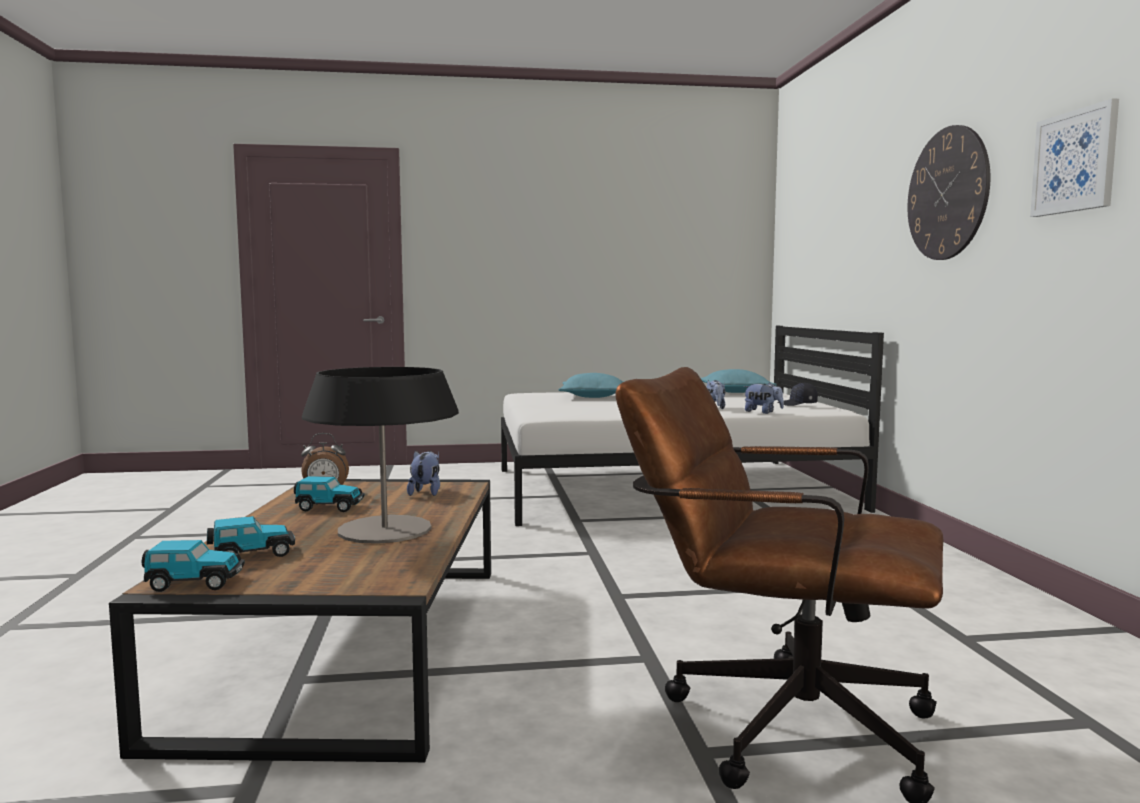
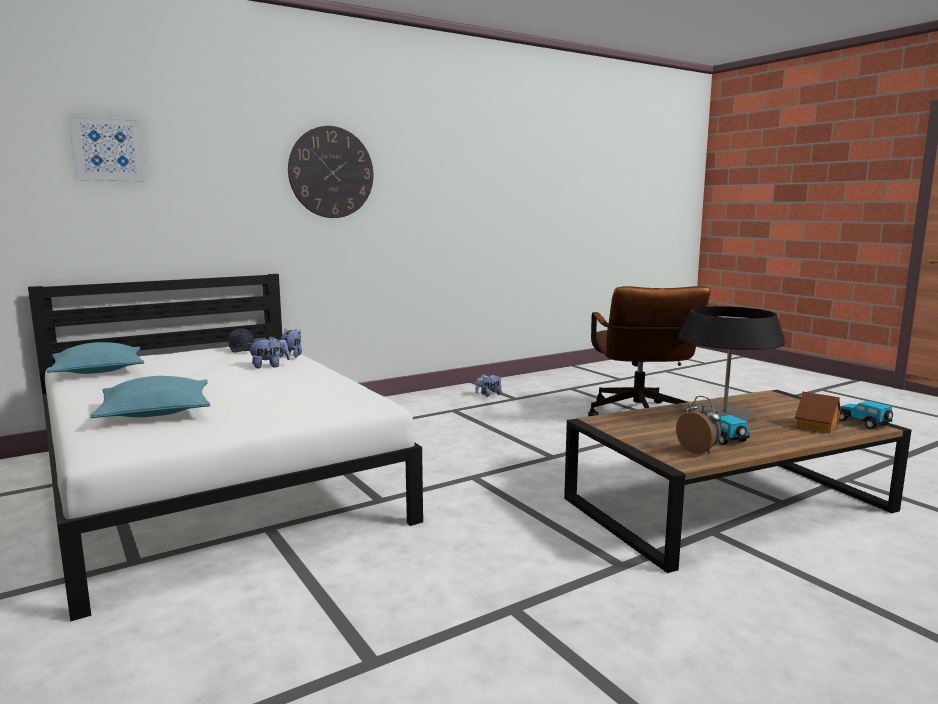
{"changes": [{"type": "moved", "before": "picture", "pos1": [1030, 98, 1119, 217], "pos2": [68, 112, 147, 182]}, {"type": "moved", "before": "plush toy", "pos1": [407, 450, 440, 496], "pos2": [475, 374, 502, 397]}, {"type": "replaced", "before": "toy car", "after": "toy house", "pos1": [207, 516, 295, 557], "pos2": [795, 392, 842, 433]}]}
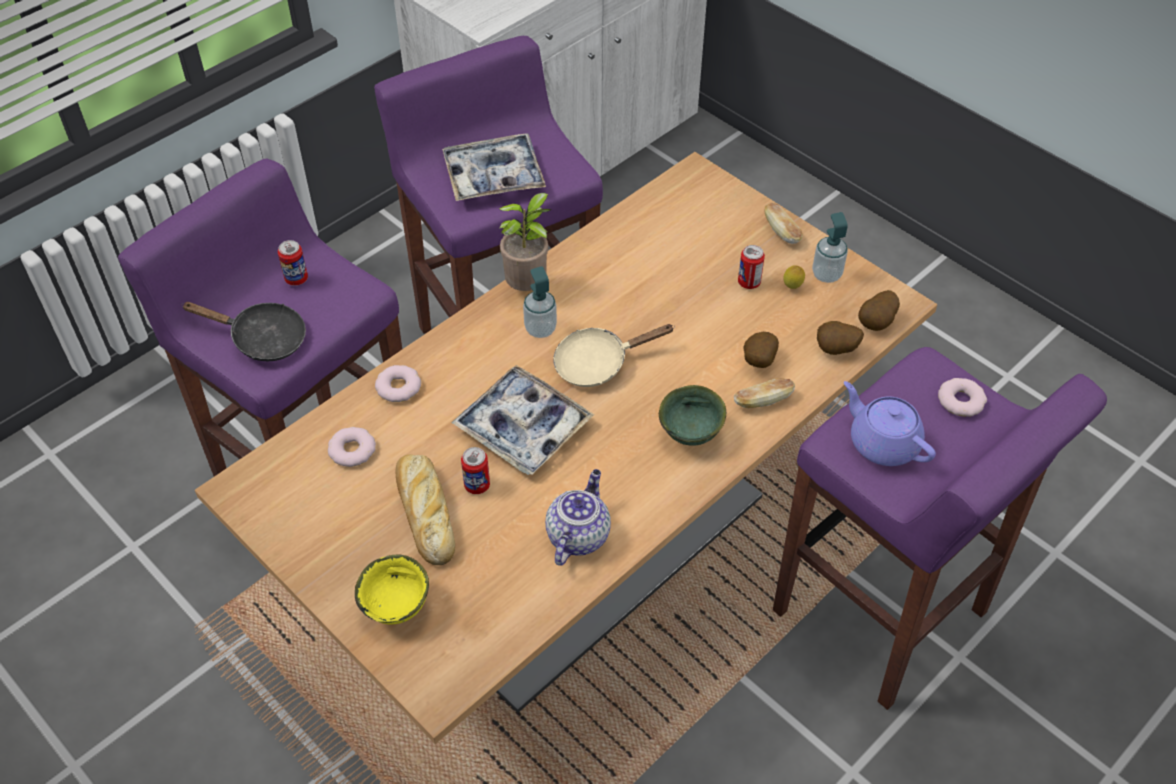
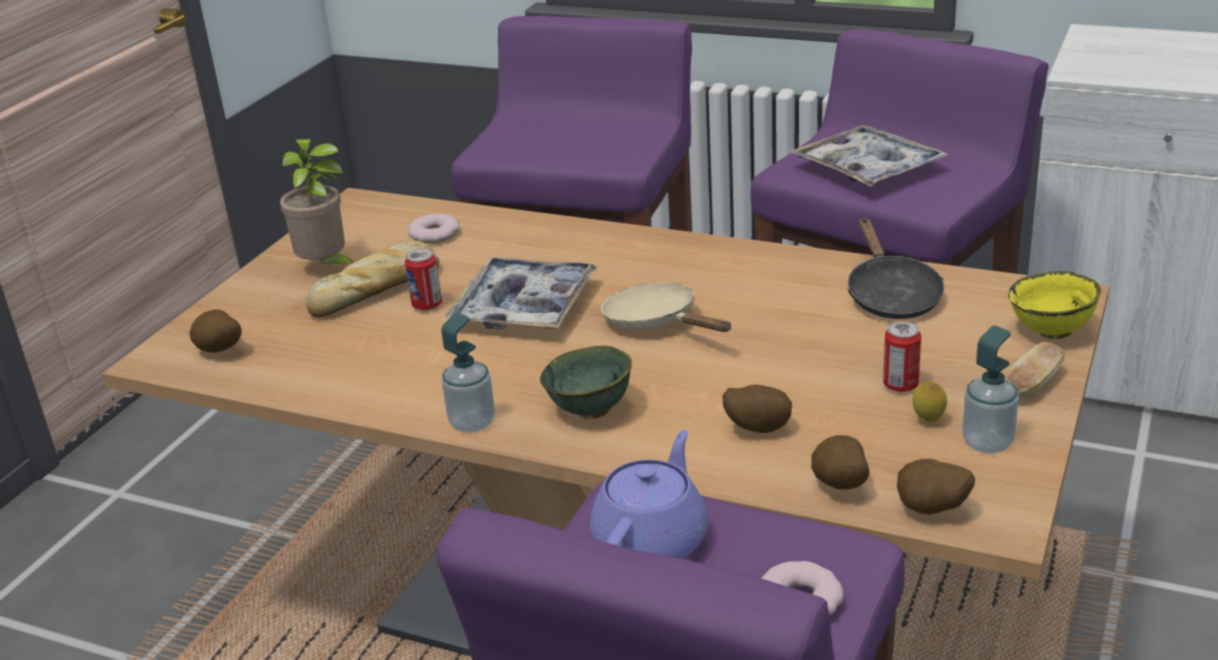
{"changes": [{"type": "added", "after": "potato", "pos2": [189, 309, 242, 353]}, {"type": "moved", "before": "potted plant", "pos1": [499, 193, 551, 291], "pos2": [280, 139, 353, 264]}, {"type": "moved", "before": "soap dispenser", "pos1": [523, 266, 557, 338], "pos2": [441, 312, 495, 433]}, {"type": "moved", "before": "frying pan in black", "pos1": [181, 302, 306, 361], "pos2": [848, 218, 944, 319]}, {"type": "moved", "before": "bowl in yellow", "pos1": [355, 554, 429, 624], "pos2": [1008, 271, 1101, 339]}, {"type": "removed", "before": "can", "pos1": [278, 240, 308, 286]}, {"type": "removed", "before": "donut", "pos1": [375, 365, 421, 402]}, {"type": "removed", "before": "teapot", "pos1": [545, 469, 611, 566]}, {"type": "removed", "before": "bread", "pos1": [734, 378, 795, 408]}]}
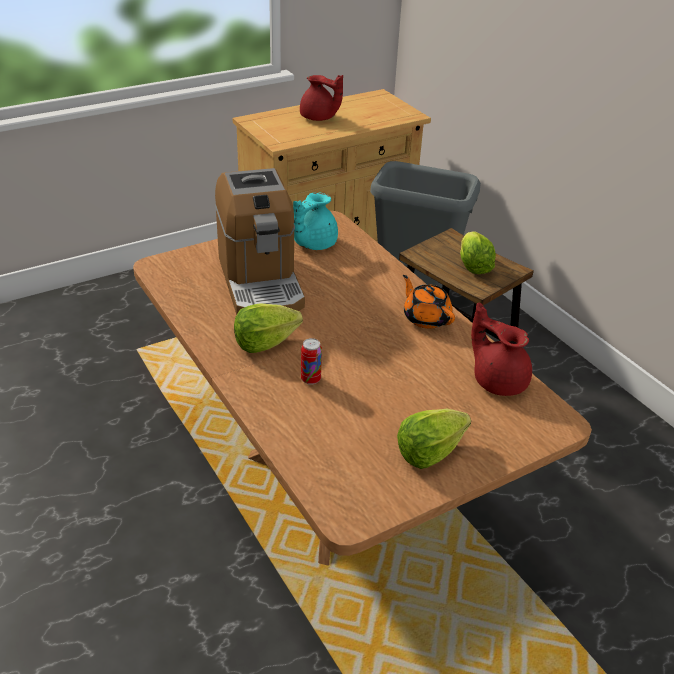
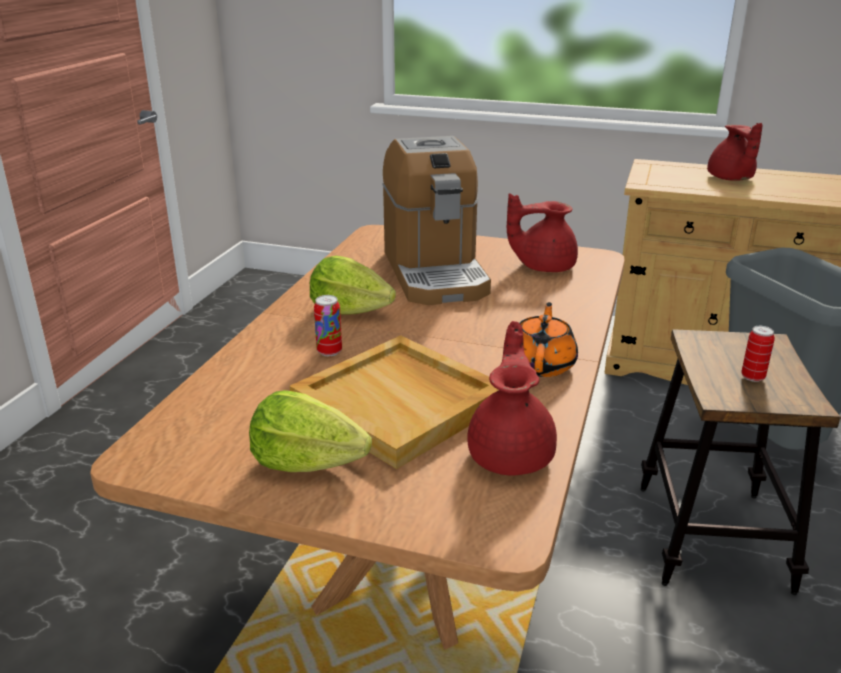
{"changes": [{"type": "added", "after": "tray in beige", "pos2": [290, 335, 498, 469]}, {"type": "turned", "before": "coffee machine", "pos1": [215, 168, 305, 315], "pos2": [382, 136, 491, 305], "turn": -45}, {"type": "recoloured", "before": "teapot in turquoise", "after": "teapot in red", "pos1": [293, 193, 338, 250], "pos2": [507, 193, 578, 272]}, {"type": "replaced", "before": "lettuce", "after": "can", "pos1": [460, 231, 496, 274], "pos2": [741, 326, 775, 382]}]}
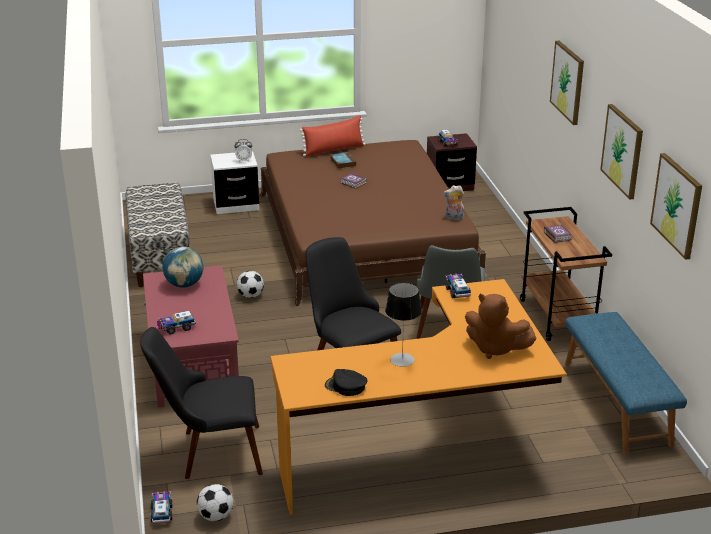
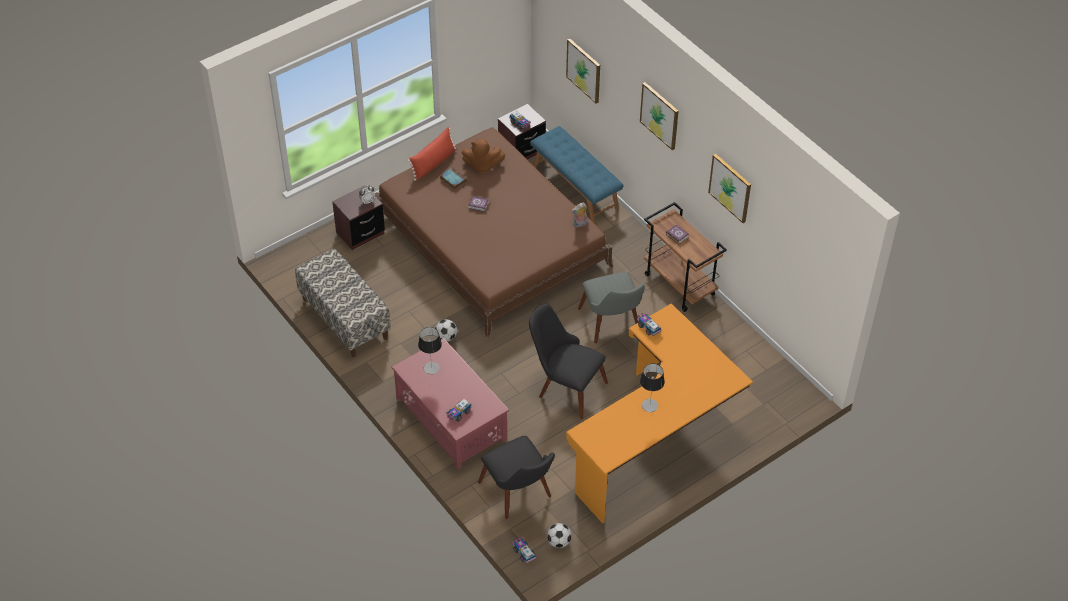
{"changes": [{"type": "recoloured", "before": "nightstand in white", "after": "nightstand in brown", "pos1": [210, 151, 259, 214], "pos2": [332, 185, 385, 250]}, {"type": "replaced", "before": "globe", "after": "table lamp", "pos1": [162, 247, 204, 287], "pos2": [418, 327, 442, 374]}, {"type": "moved", "before": "plush toy in brown", "pos1": [465, 294, 537, 359], "pos2": [462, 139, 505, 174]}, {"type": "turned", "before": "chair in black", "pos1": [140, 327, 263, 479], "pos2": [478, 436, 555, 519], "turn": -90}, {"type": "moved", "before": "bench in blue", "pos1": [565, 312, 687, 454], "pos2": [530, 126, 623, 224]}, {"type": "moved", "before": "picture", "pos1": [650, 153, 702, 260], "pos2": [566, 38, 600, 104]}, {"type": "removed", "before": "cap in black", "pos1": [325, 369, 368, 396]}]}
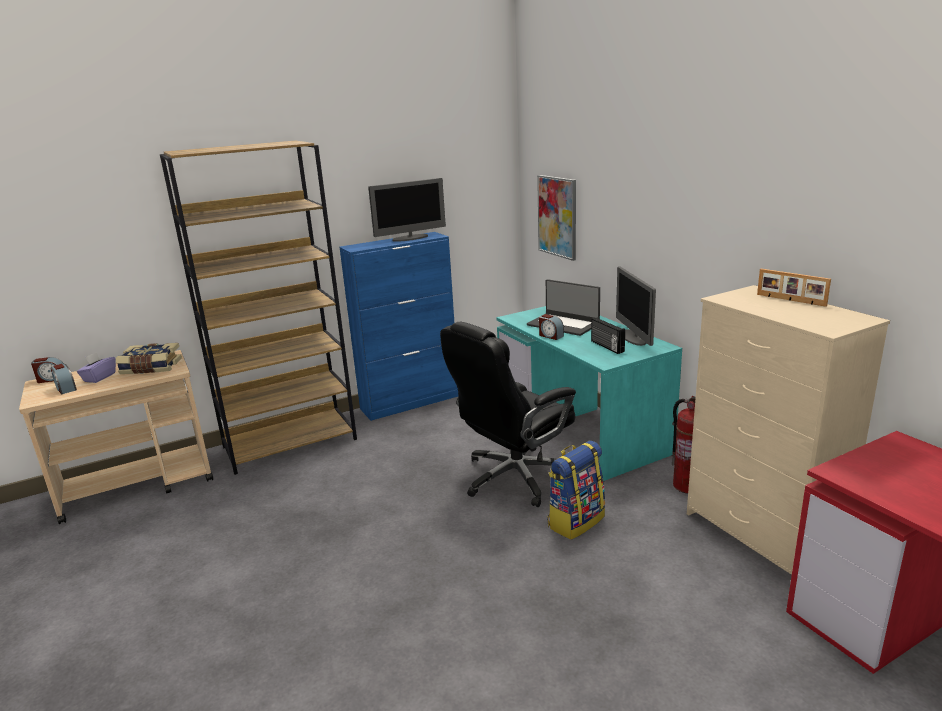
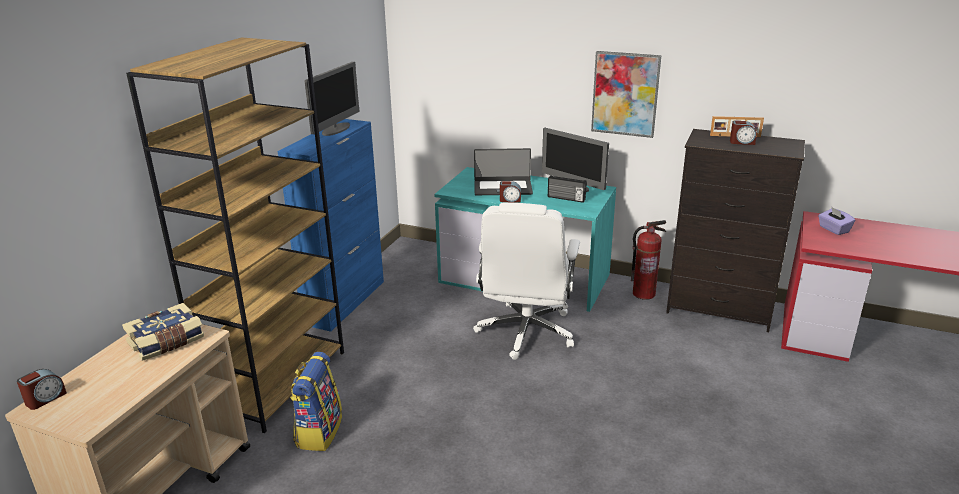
{"changes": [{"type": "moved", "before": "backpack", "pos1": [547, 441, 605, 540], "pos2": [290, 352, 342, 451]}, {"type": "recoloured", "before": "office chair in black", "after": "office chair in white", "pos1": [440, 322, 576, 507], "pos2": [473, 202, 580, 360]}, {"type": "moved", "before": "picture", "pos1": [537, 175, 576, 261], "pos2": [591, 51, 661, 138]}, {"type": "recoloured", "before": "dresser in beige", "after": "dresser in black", "pos1": [687, 285, 890, 575], "pos2": [666, 129, 805, 332]}, {"type": "moved", "before": "alarm clock", "pos1": [50, 364, 77, 395], "pos2": [730, 121, 757, 145]}, {"type": "moved", "before": "tissue box in purple", "pos1": [77, 352, 116, 383], "pos2": [818, 206, 855, 235]}]}
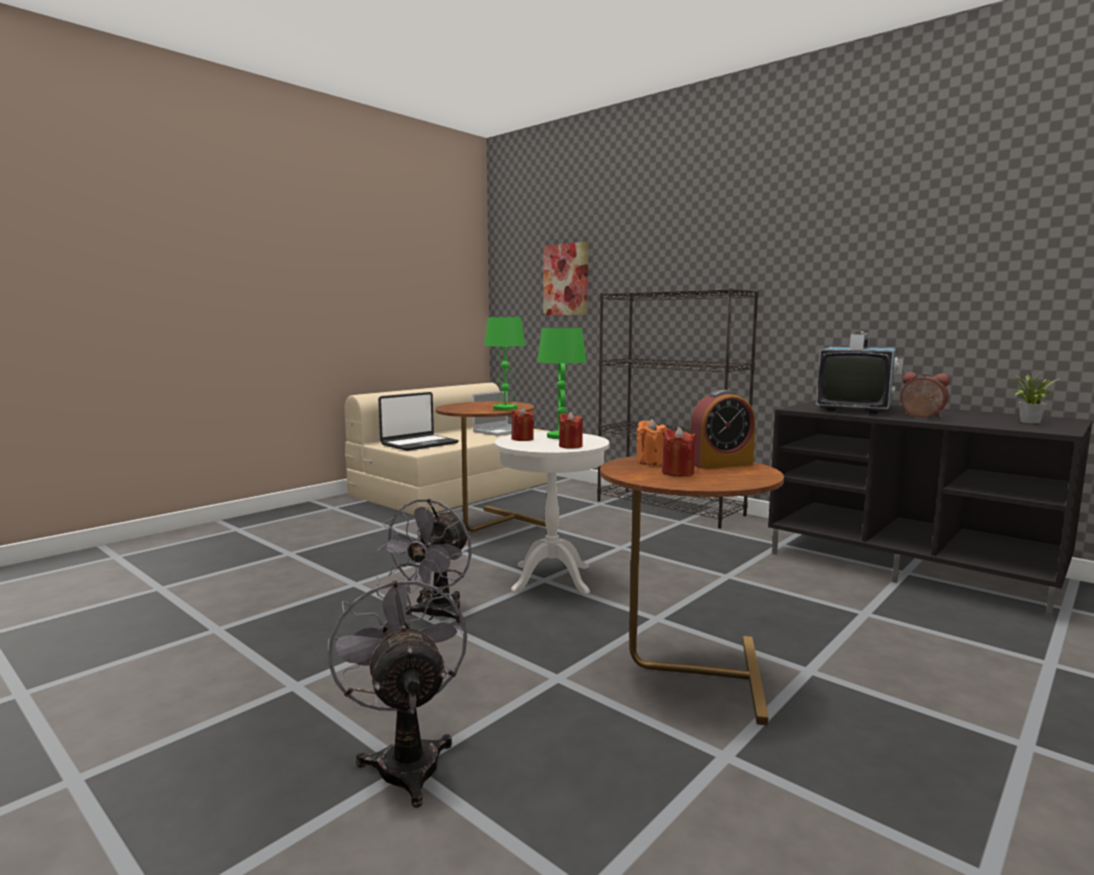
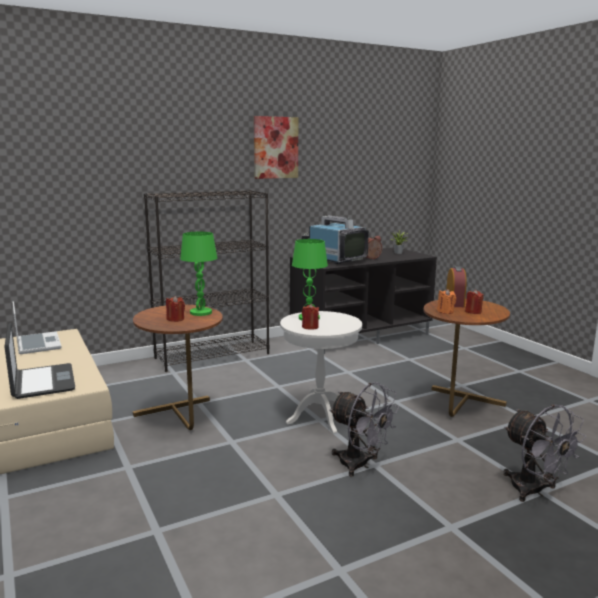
{"changes": [{"type": "moved", "before": "candle in red", "pos1": [559, 412, 583, 449], "pos2": [166, 296, 185, 322]}, {"type": "moved", "before": "picture", "pos1": [543, 242, 588, 315], "pos2": [254, 116, 298, 179]}, {"type": "turned", "before": "fan in grey", "pos1": [328, 573, 467, 808], "pos2": [503, 405, 586, 502], "turn": -120}]}
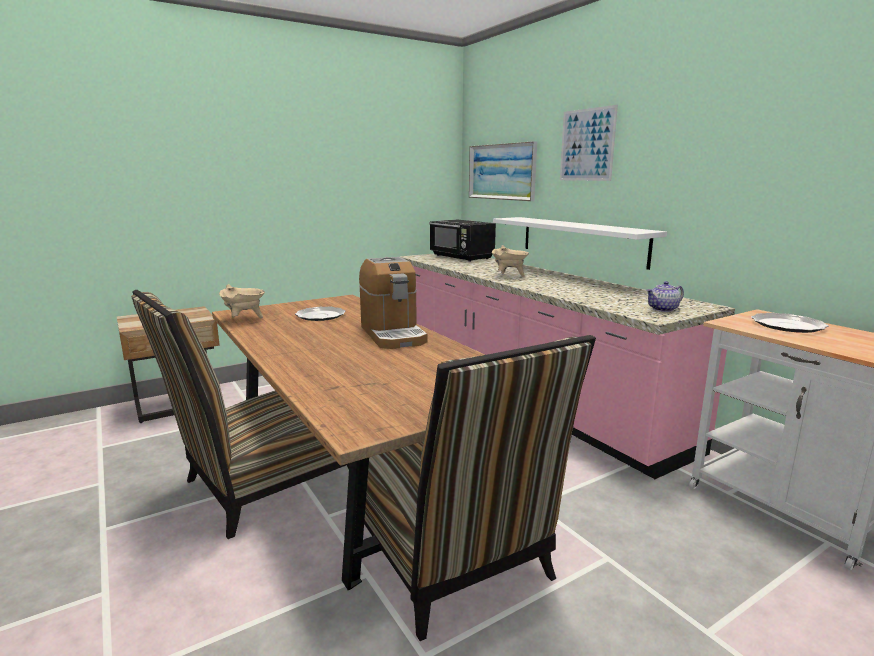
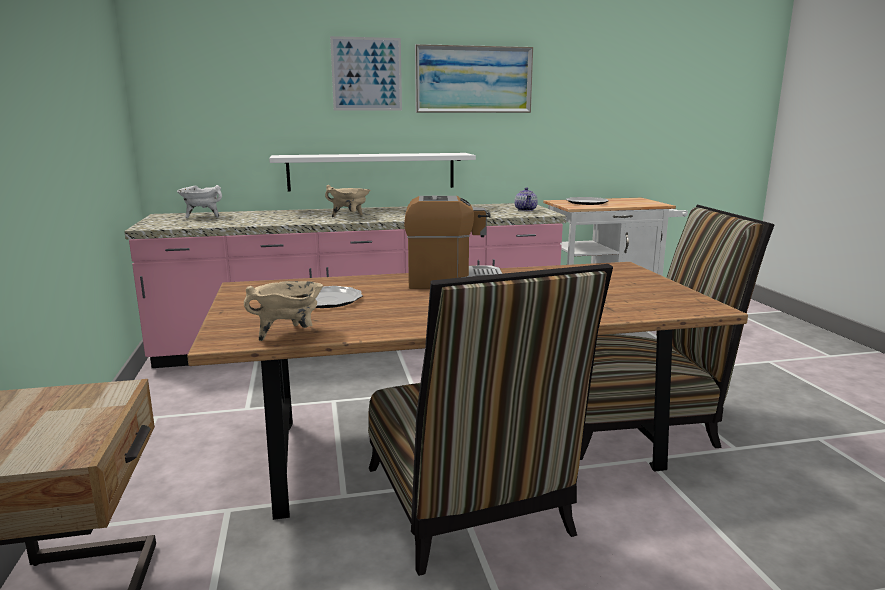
{"changes": [{"type": "replaced", "before": "microwave in black", "after": "cooking pot in white", "pos1": [429, 220, 496, 262], "pos2": [177, 185, 222, 218]}, {"type": "moved", "before": "picture", "pos1": [469, 141, 537, 201], "pos2": [415, 44, 533, 113]}]}
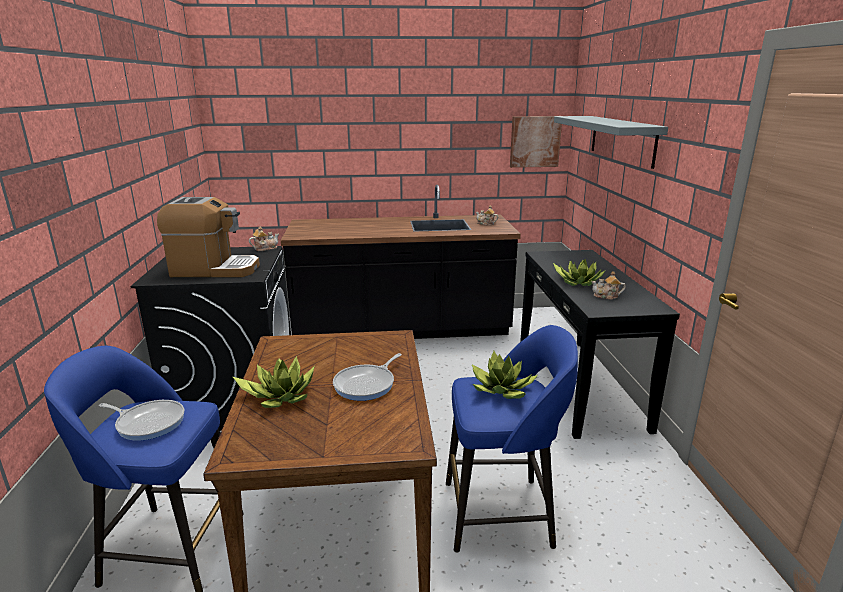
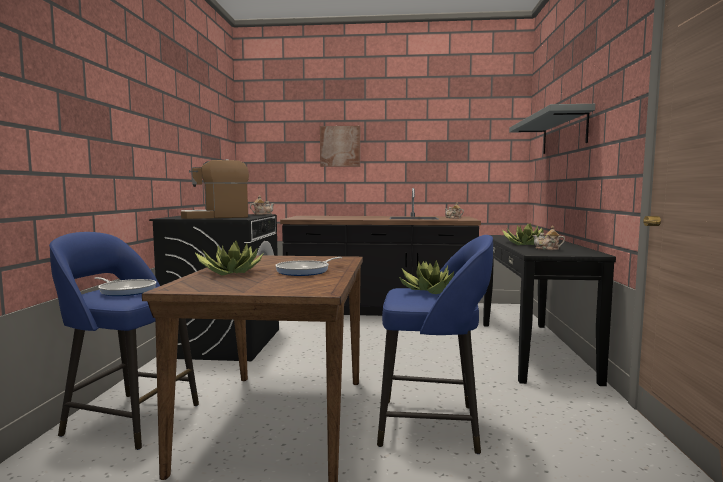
{"changes": [{"type": "turned", "before": "coffee machine", "pos1": [157, 197, 260, 277], "pos2": [181, 159, 249, 219], "turn": 150}, {"type": "moved", "before": "picture", "pos1": [510, 116, 562, 168], "pos2": [320, 126, 360, 167]}]}
